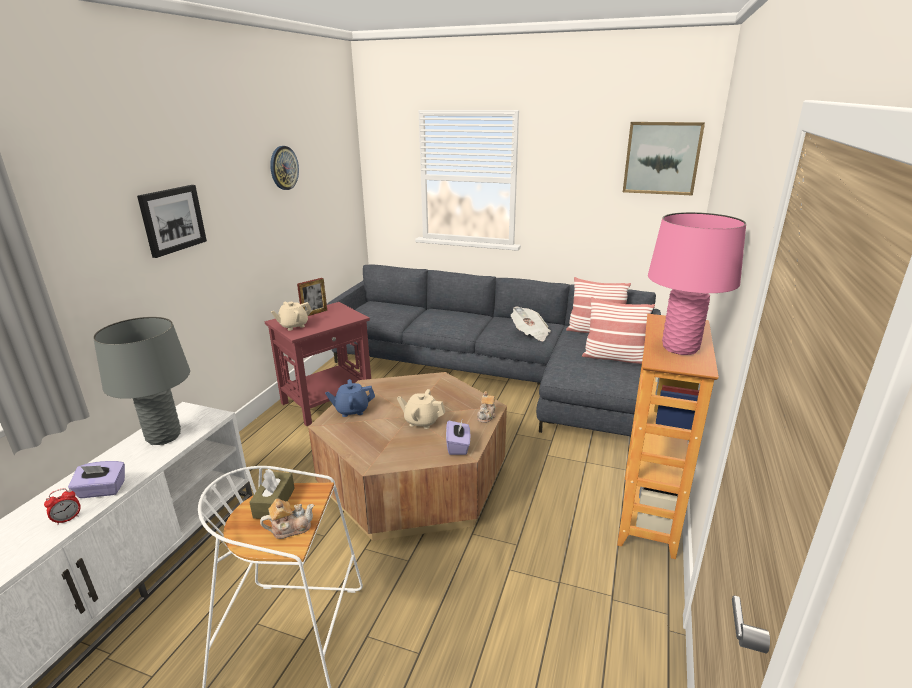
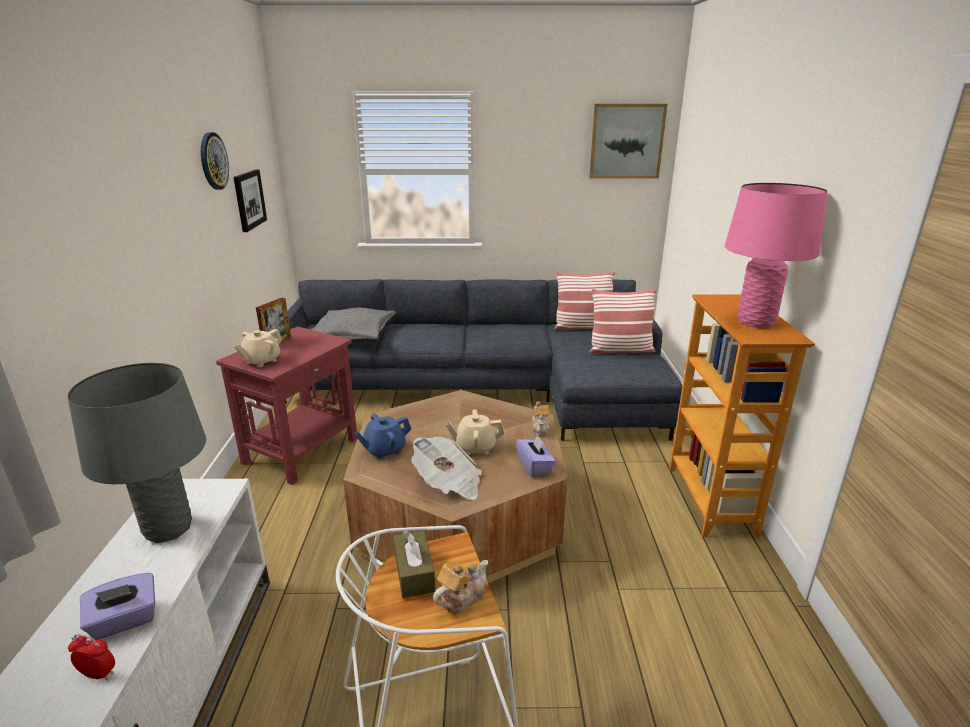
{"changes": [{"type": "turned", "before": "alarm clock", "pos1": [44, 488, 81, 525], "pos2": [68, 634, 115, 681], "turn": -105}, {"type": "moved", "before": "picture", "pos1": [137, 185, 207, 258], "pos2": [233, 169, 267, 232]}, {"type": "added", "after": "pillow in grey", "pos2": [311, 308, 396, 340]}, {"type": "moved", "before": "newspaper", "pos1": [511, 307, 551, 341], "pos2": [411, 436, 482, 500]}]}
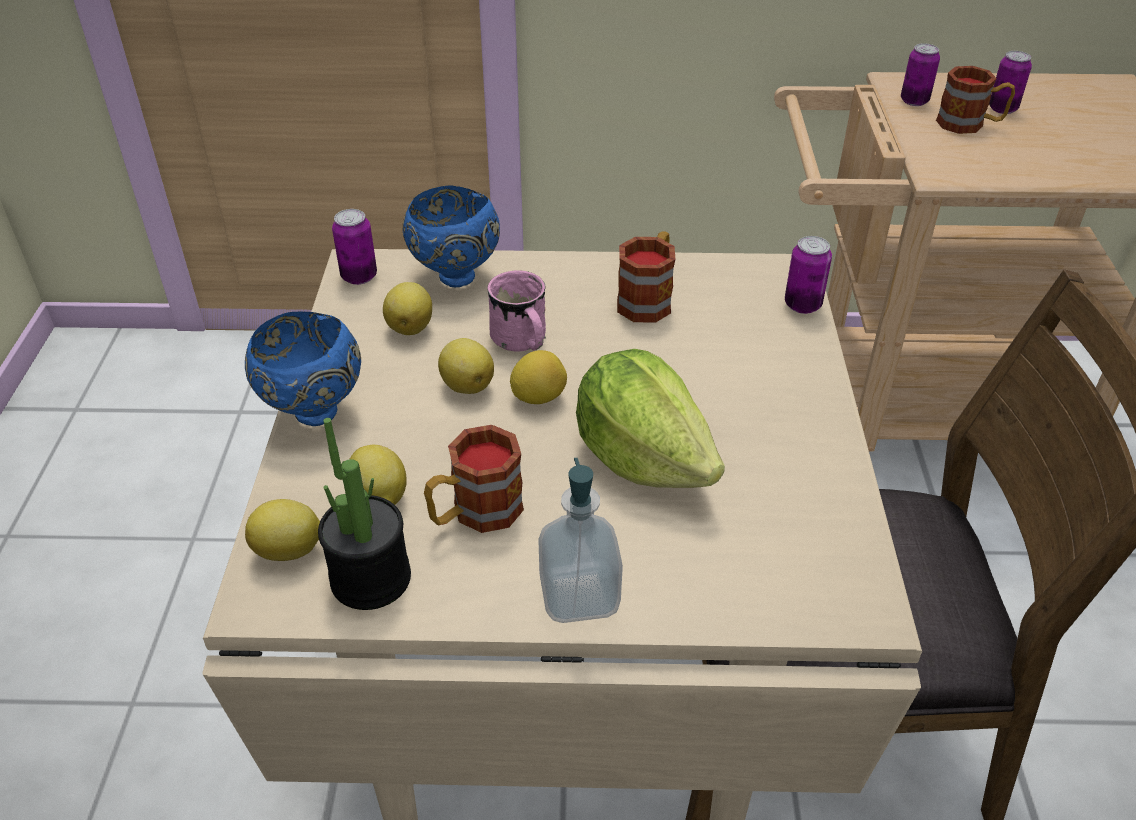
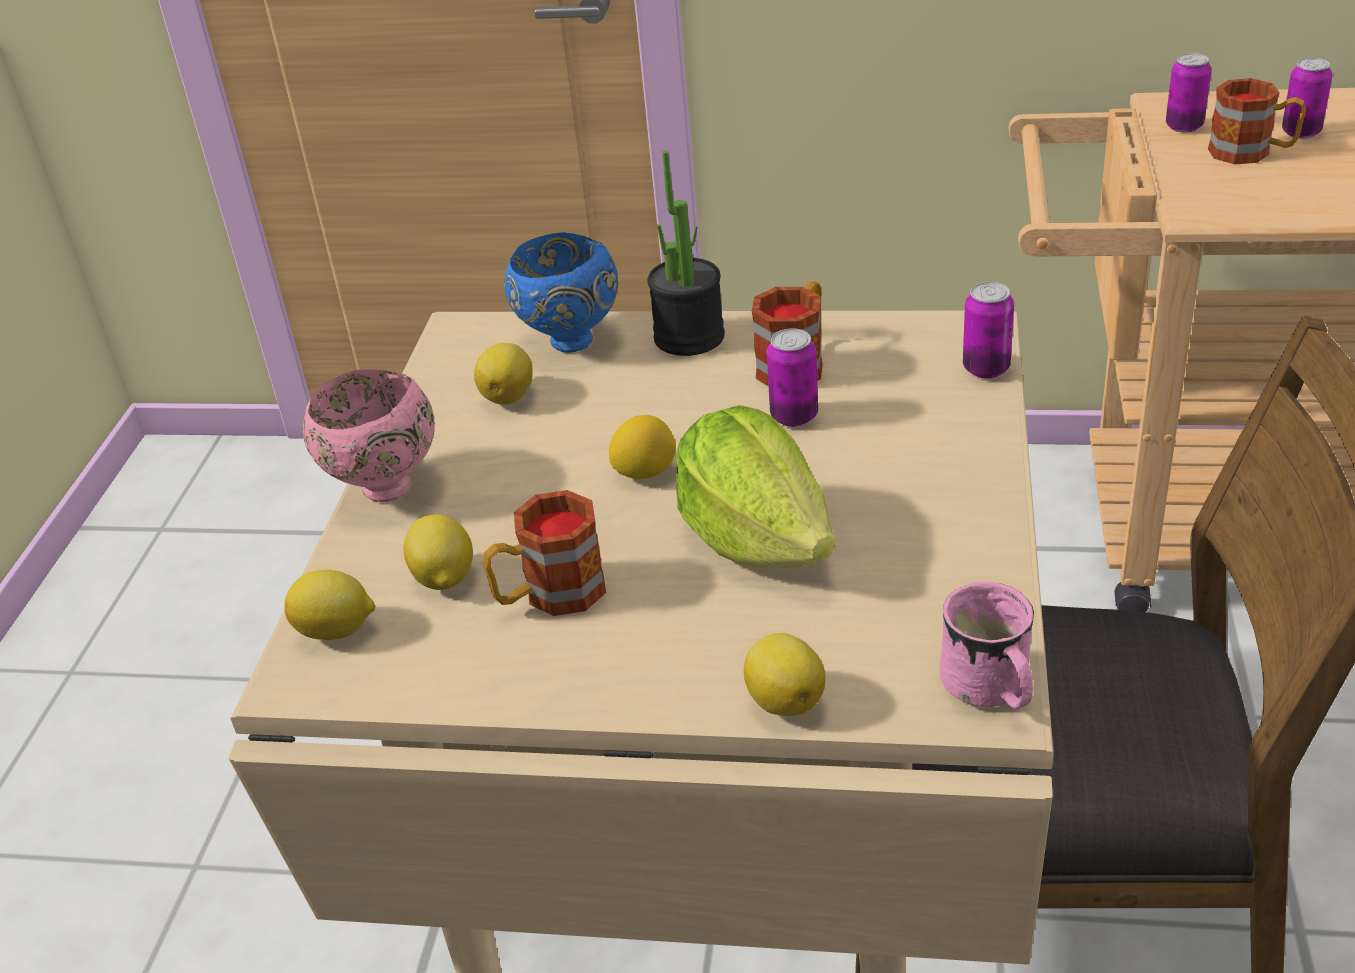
{"changes": [{"type": "recoloured", "before": "bowl in blue", "after": "bowl in pink", "pos1": [245, 311, 361, 426], "pos2": [303, 369, 435, 503]}, {"type": "moved", "before": "potted plant", "pos1": [318, 418, 411, 610], "pos2": [648, 151, 725, 356]}, {"type": "moved", "before": "lemon", "pos1": [438, 338, 494, 394], "pos2": [744, 633, 825, 716]}, {"type": "moved", "before": "can", "pos1": [332, 209, 377, 285], "pos2": [767, 328, 818, 427]}, {"type": "moved", "before": "mug in pink", "pos1": [487, 270, 546, 351], "pos2": [940, 582, 1034, 709]}, {"type": "removed", "before": "soap dispenser", "pos1": [538, 458, 623, 623]}]}
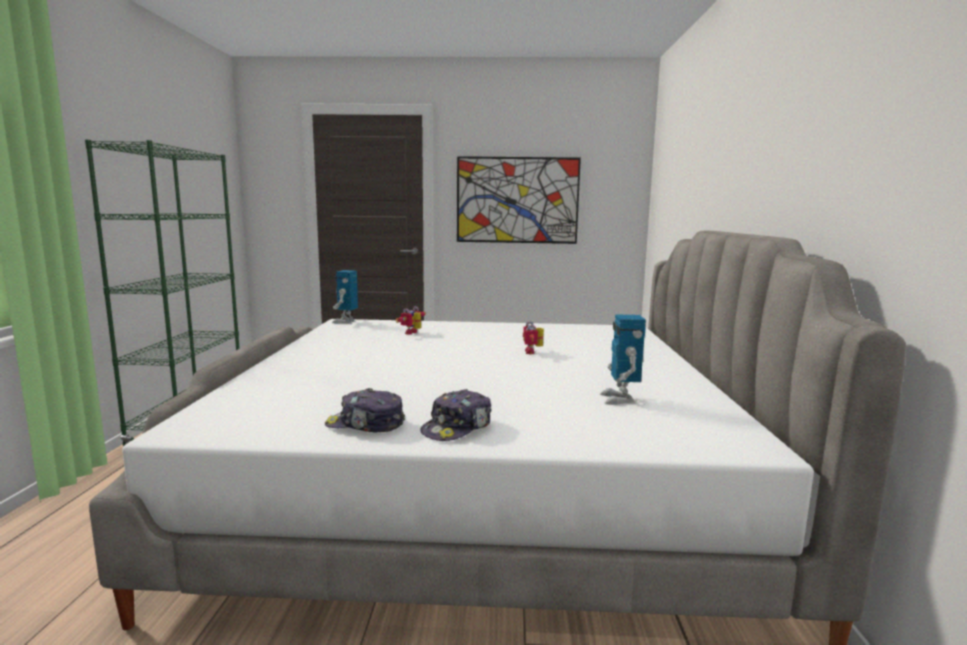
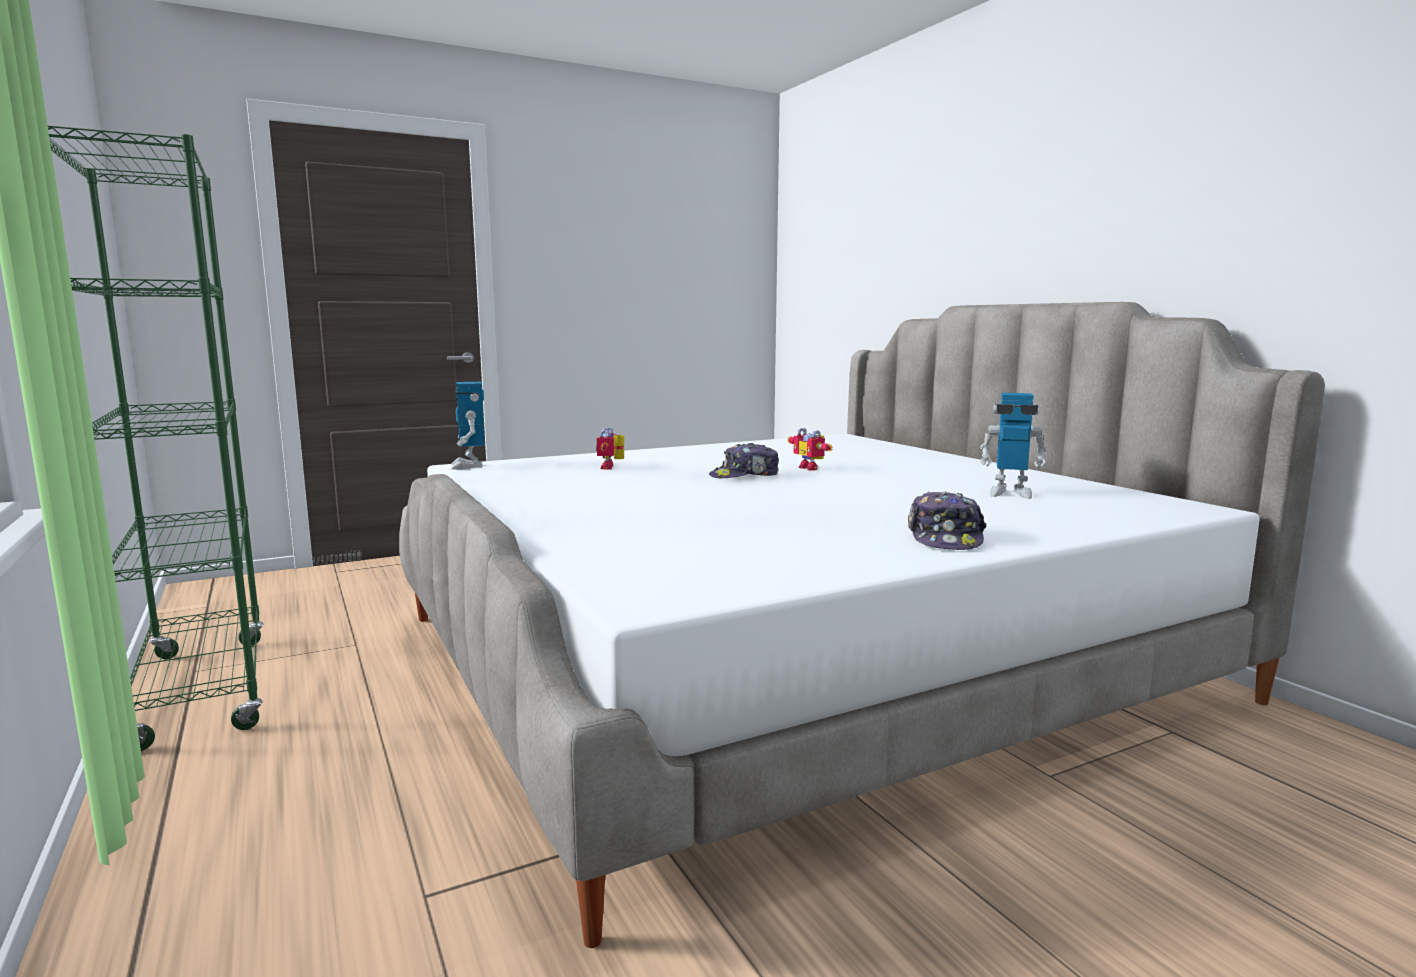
{"changes": [{"type": "moved", "before": "cap", "pos1": [325, 388, 405, 432], "pos2": [709, 443, 779, 478]}, {"type": "turned", "before": "toy robot", "pos1": [600, 314, 646, 405], "pos2": [980, 393, 1047, 499], "turn": -45}, {"type": "removed", "before": "picture", "pos1": [457, 156, 581, 244]}]}
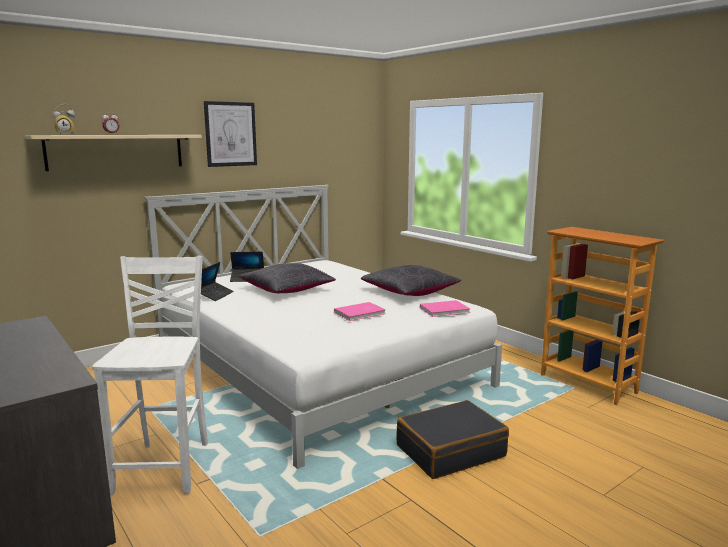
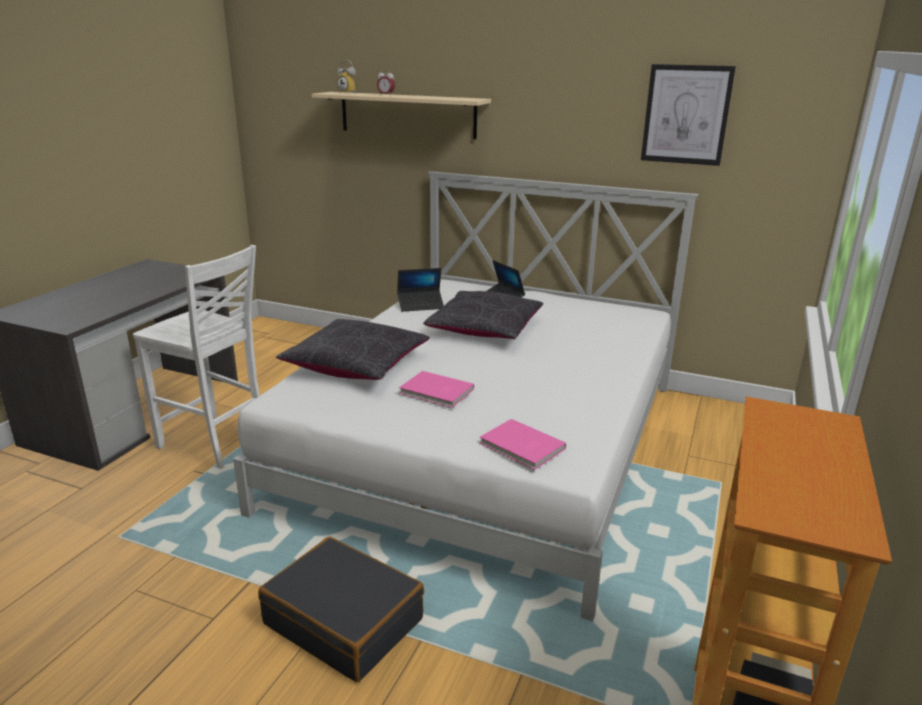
{"changes": [{"type": "turned", "before": "chair in white", "pos1": [92, 256, 208, 495], "pos2": [133, 245, 260, 469], "turn": 60}, {"type": "moved", "before": "pillow in black", "pos1": [361, 265, 461, 296], "pos2": [276, 319, 430, 380]}, {"type": "moved", "before": "picture", "pos1": [204, 101, 257, 167], "pos2": [641, 64, 736, 166]}]}
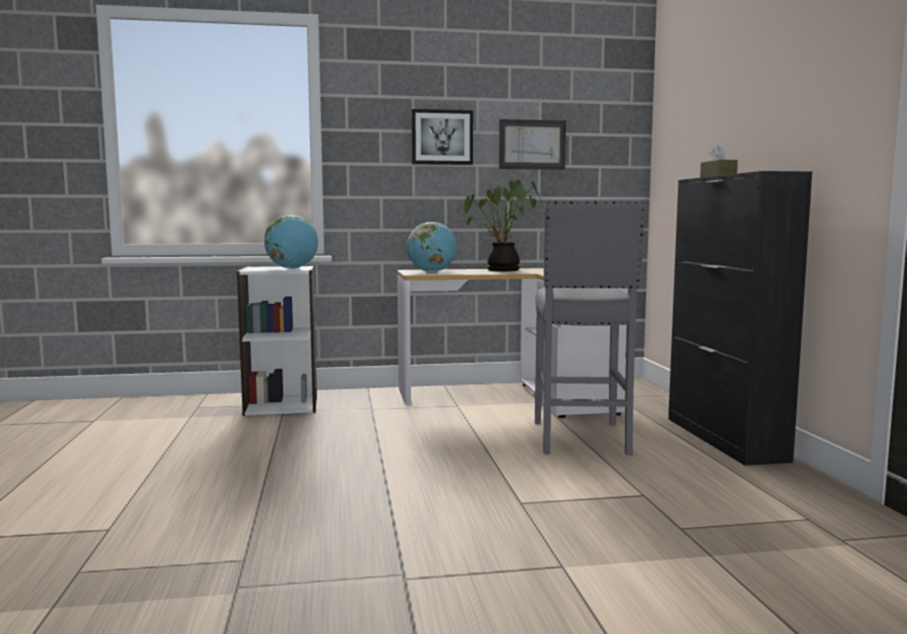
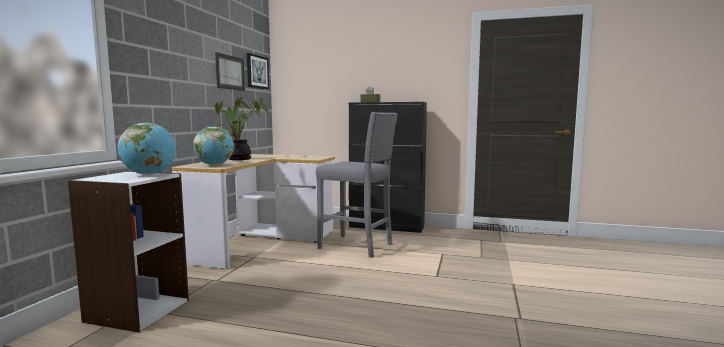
{"changes": [{"type": "moved", "before": "picture", "pos1": [412, 109, 473, 165], "pos2": [247, 53, 269, 89]}]}
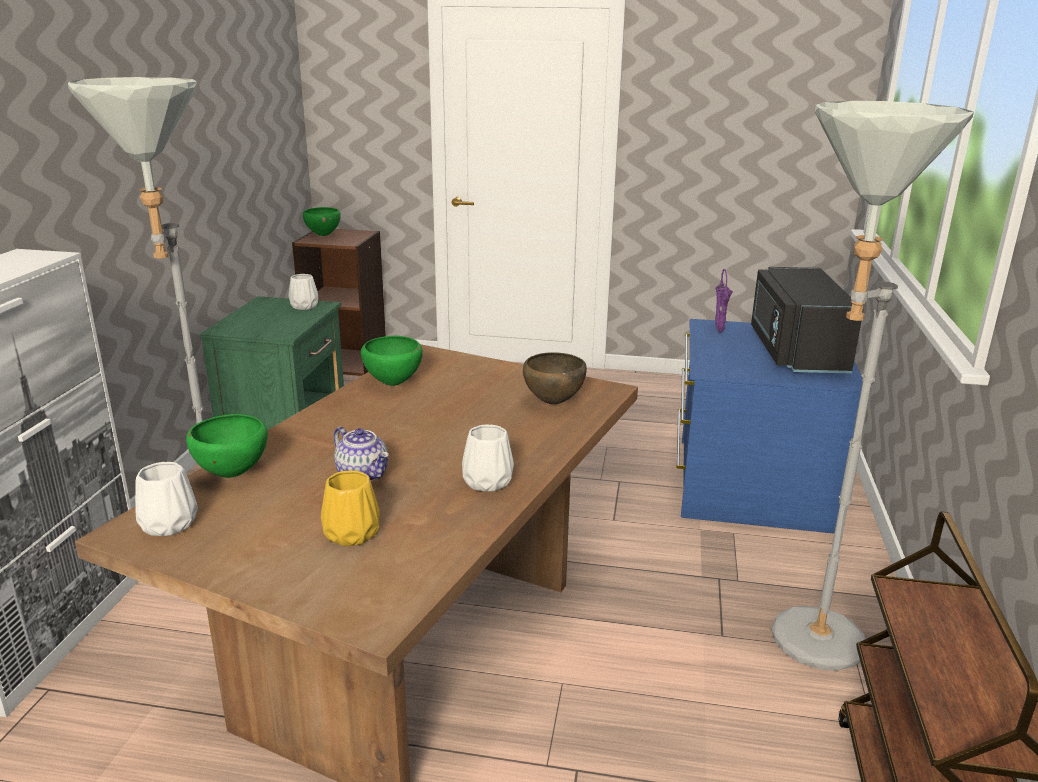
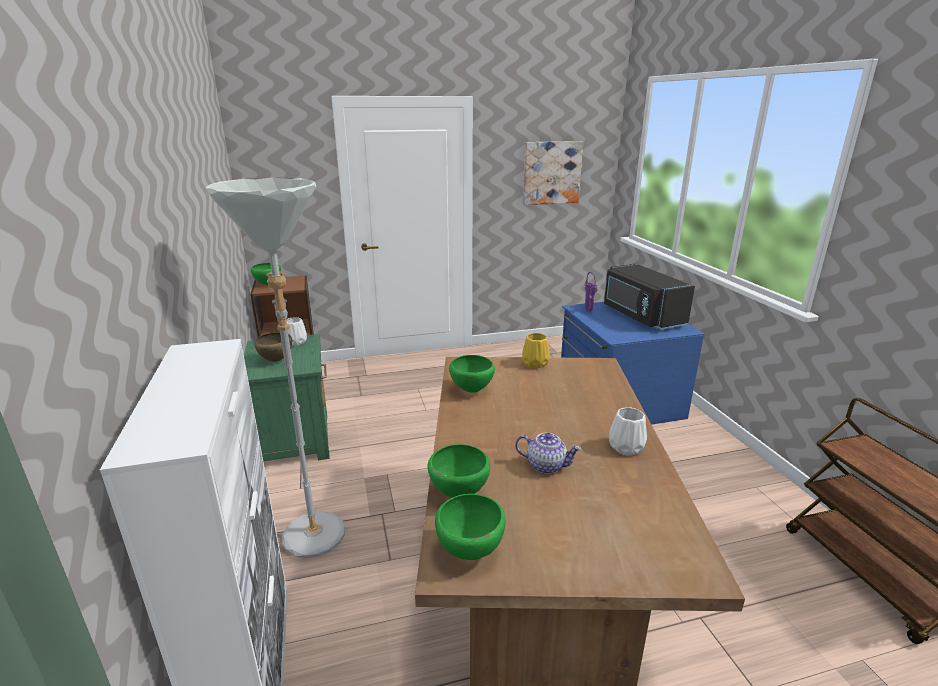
{"changes": [{"type": "moved", "before": "bowl in brown", "pos1": [523, 352, 587, 404], "pos2": [254, 332, 292, 362]}, {"type": "replaced", "before": "vase in white", "after": "bowl in green", "pos1": [135, 462, 198, 536], "pos2": [435, 494, 506, 560]}, {"type": "moved", "before": "vase in yellow", "pos1": [321, 470, 380, 546], "pos2": [522, 333, 550, 368]}, {"type": "added", "after": "picture", "pos2": [523, 141, 583, 205]}, {"type": "removed", "before": "floor lamp in grey", "pos1": [771, 101, 974, 671]}]}
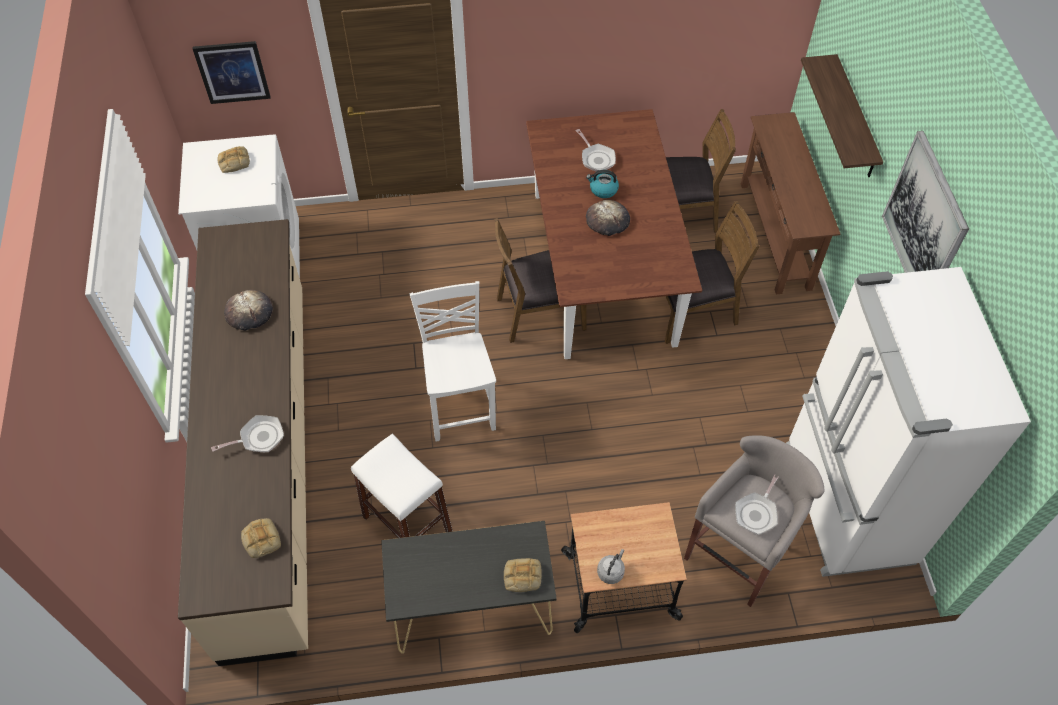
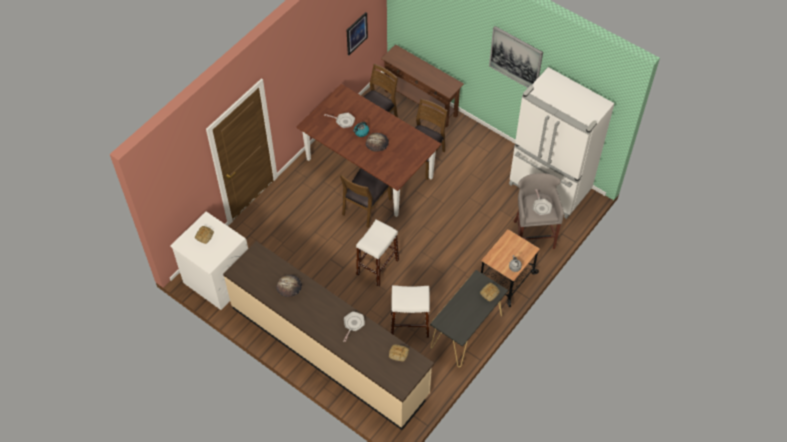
{"changes": [{"type": "moved", "before": "picture", "pos1": [193, 41, 271, 104], "pos2": [347, 12, 368, 55]}, {"type": "replaced", "before": "chair in white", "after": "stool in white", "pos1": [410, 281, 496, 442], "pos2": [356, 220, 399, 287]}, {"type": "removed", "before": "shelf", "pos1": [801, 54, 883, 177]}]}
